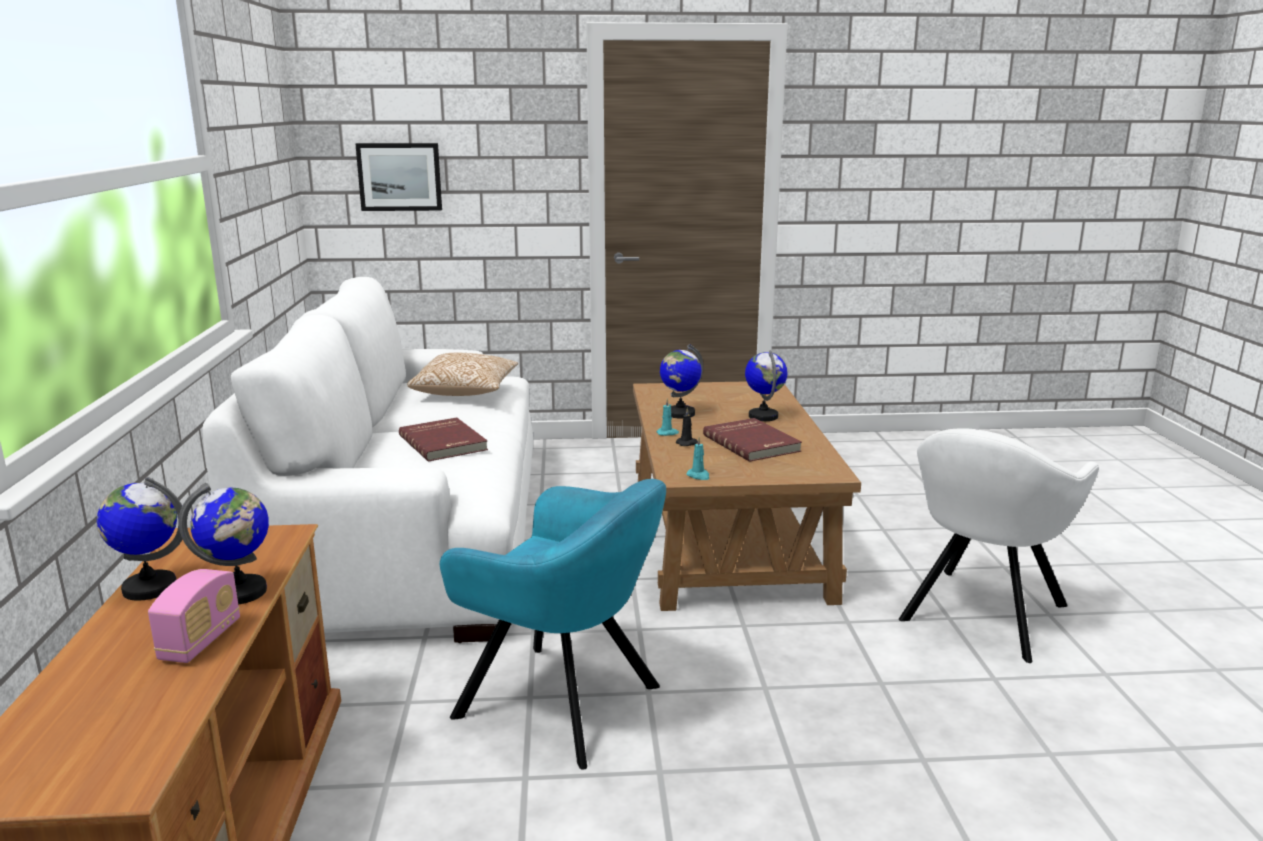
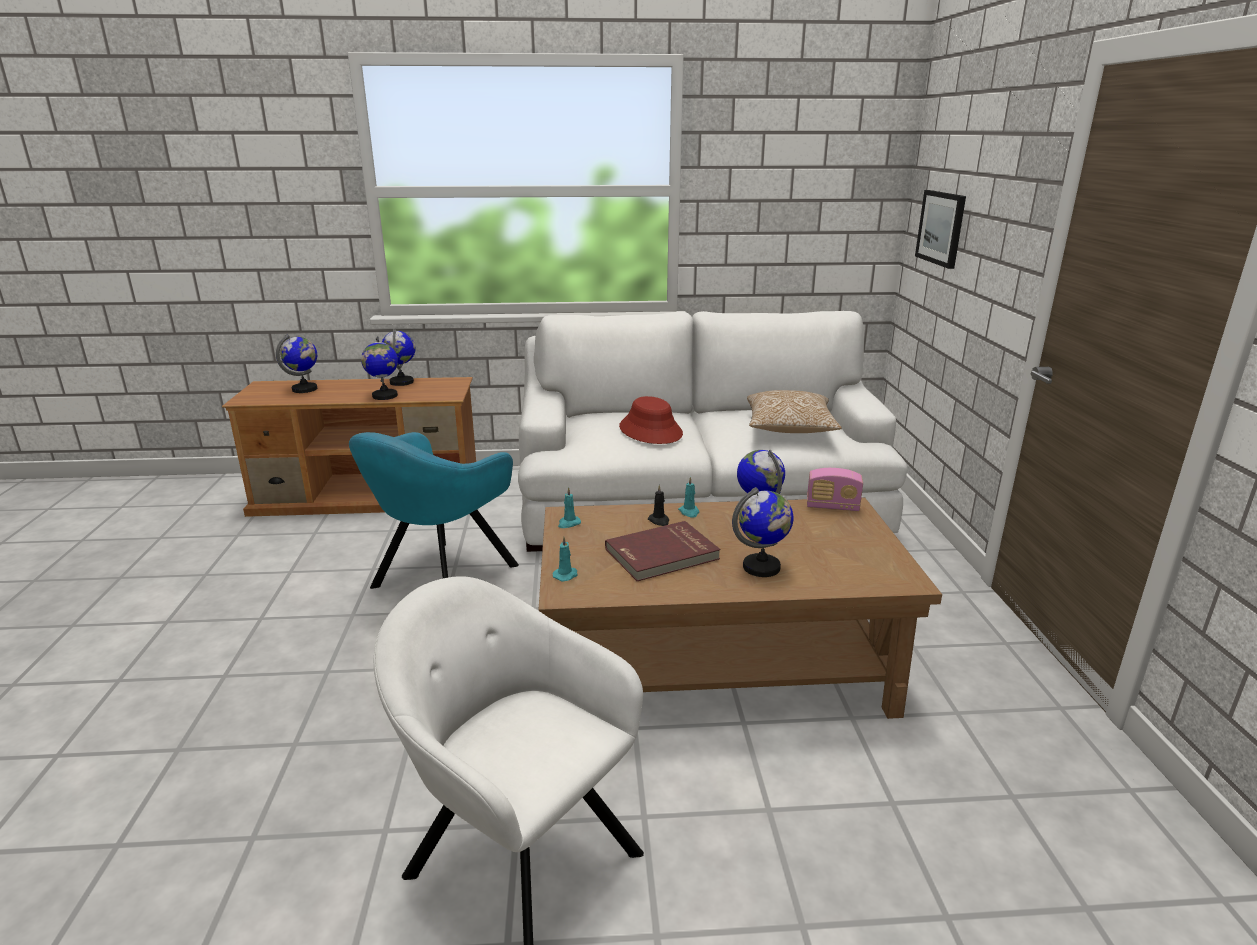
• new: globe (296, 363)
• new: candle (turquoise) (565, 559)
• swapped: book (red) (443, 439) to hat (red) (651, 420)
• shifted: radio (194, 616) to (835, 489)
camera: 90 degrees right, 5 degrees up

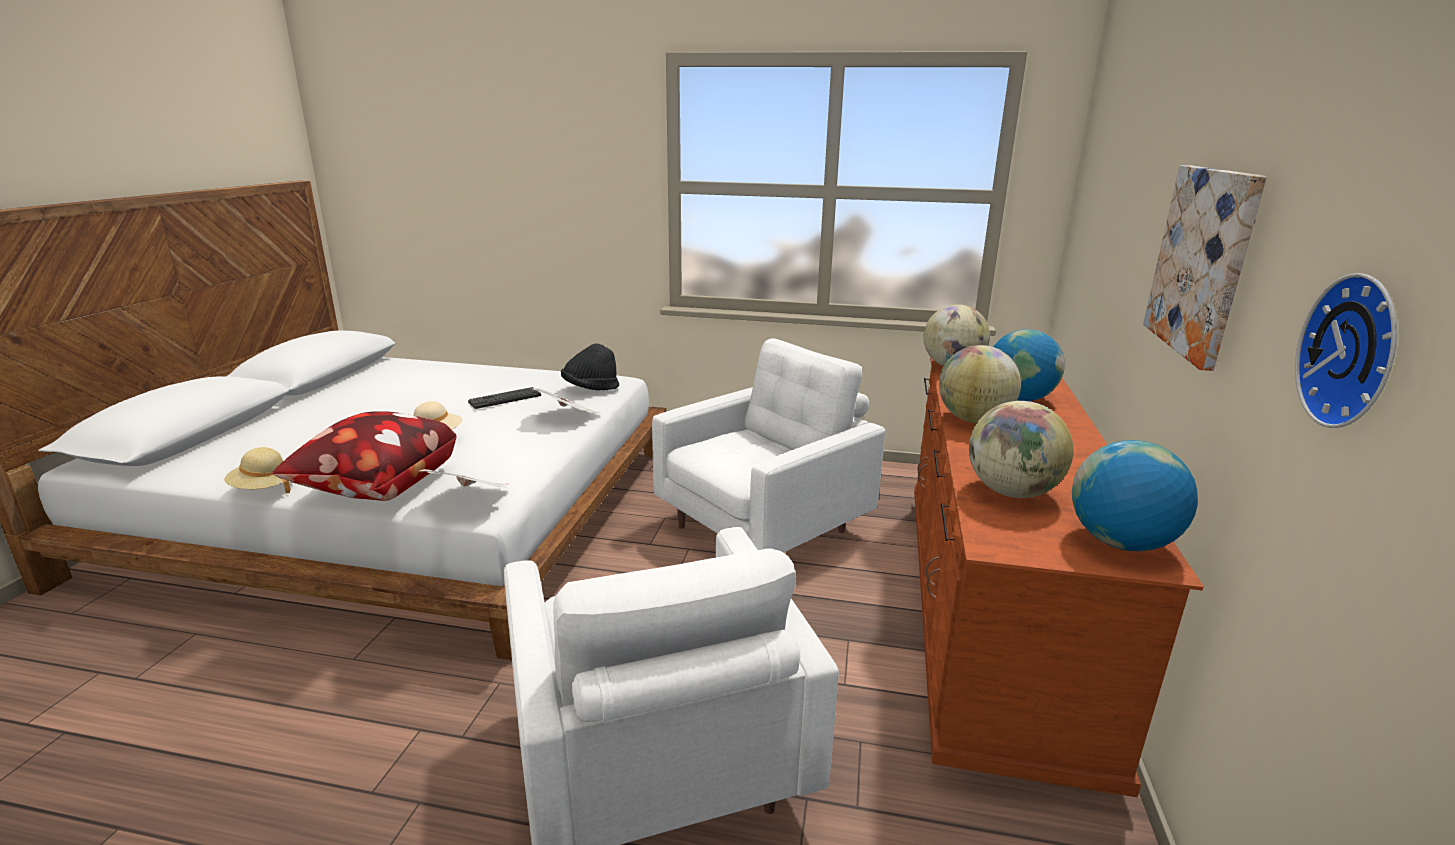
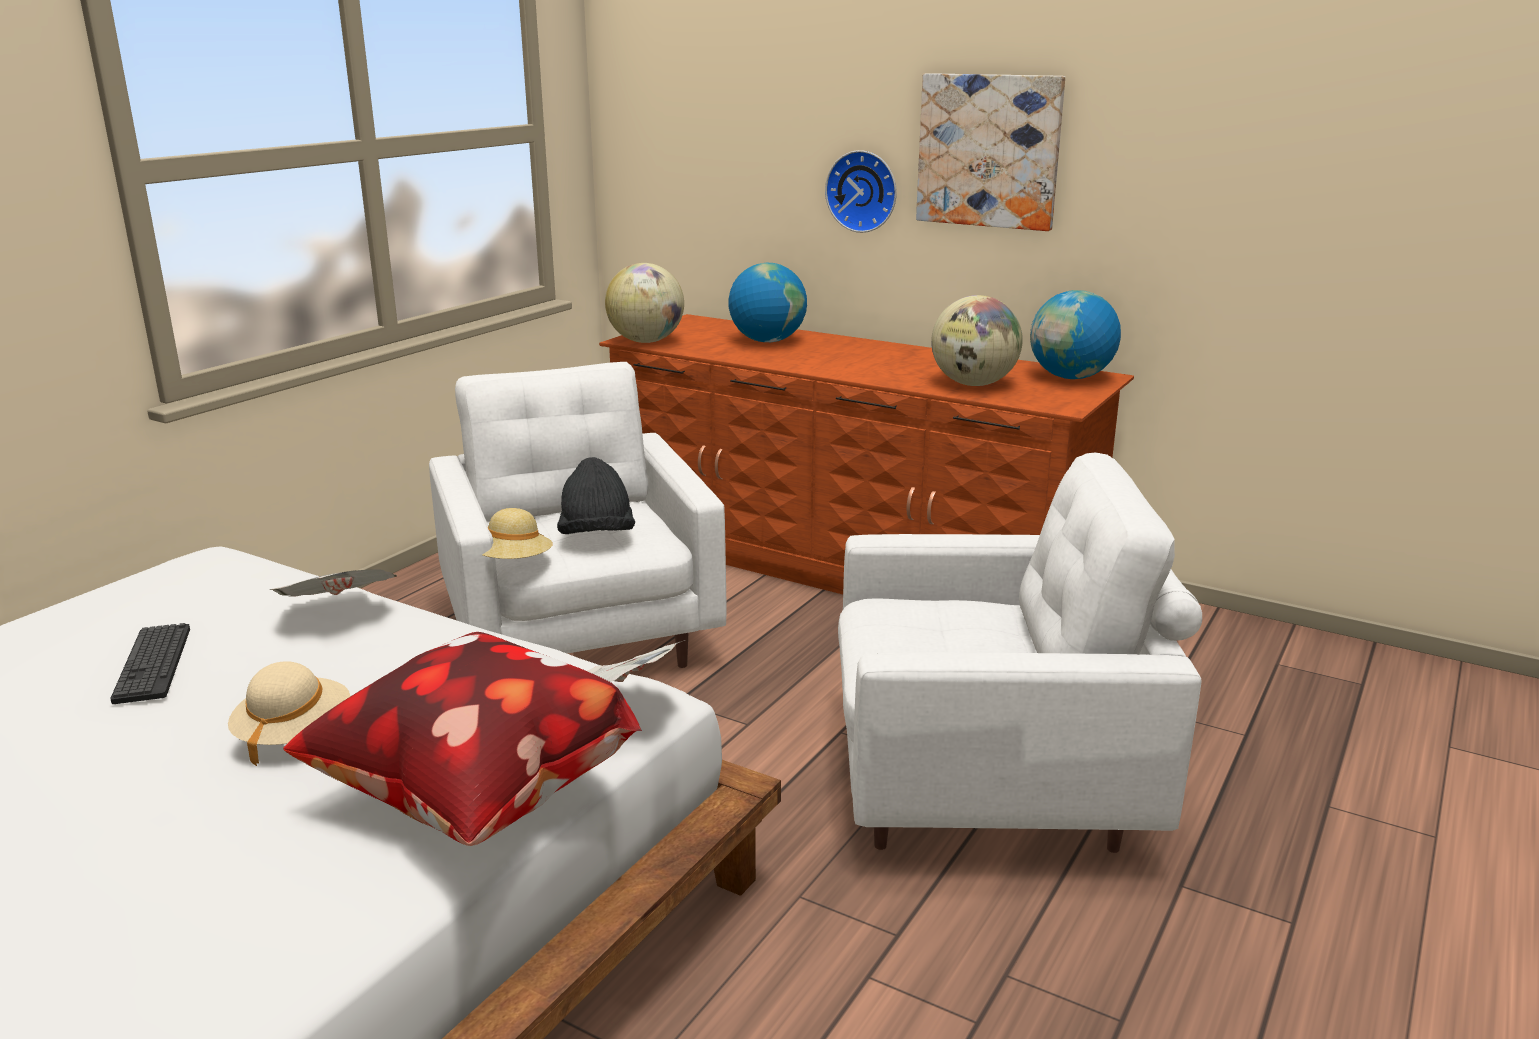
• shifted: hat (beige) (257, 470) to (517, 533)
• shifted: hat (black) (590, 367) to (596, 495)
• shifted: wall clock (1346, 350) to (861, 191)
• gone: globe (980, 384)
camera: 70 degrees left, 0 degrees up

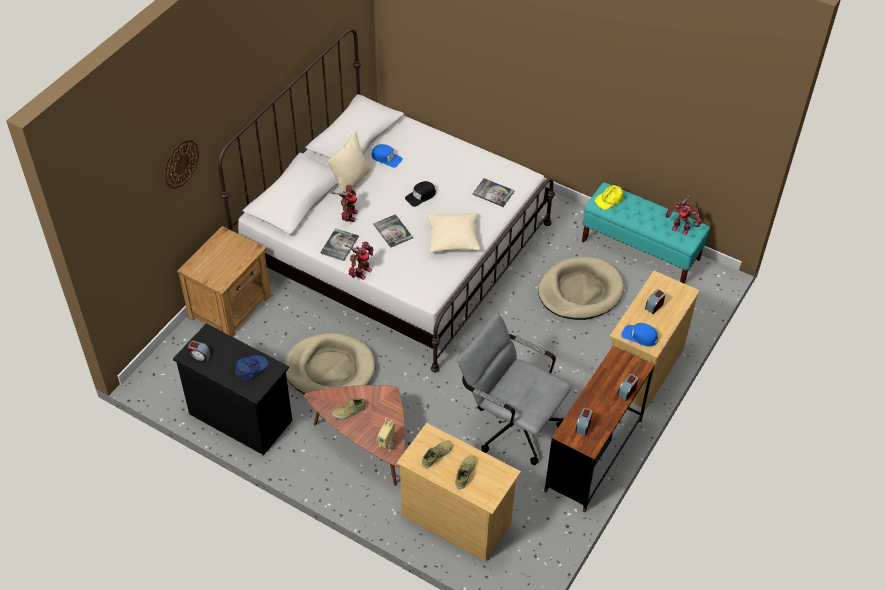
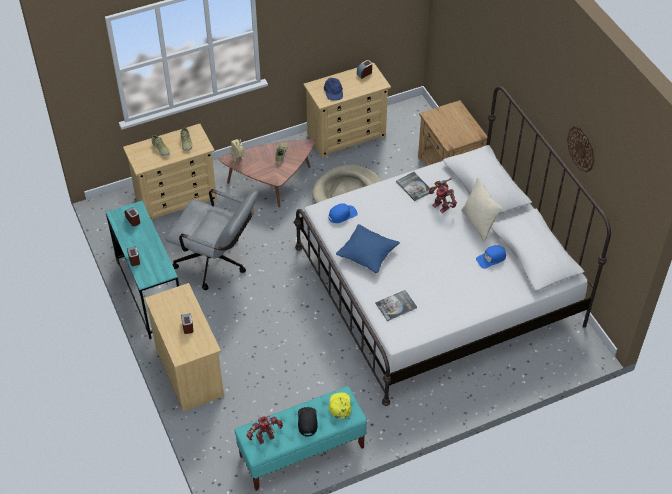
• repainted: desk (brown) (599, 429) to desk (turquoise) (142, 270)
• rotated: office chair (grey) (514, 388) = (211, 239) 45 degrees clockwise
• shifted: cap (black) (420, 194) to (308, 422)
• repainted: dresser (black) (232, 389) to dresser (beige) (347, 110)
• shifted: cap (blue) (640, 335) to (343, 213)
• repainted: pillow (beige) (453, 232) to pillow (blue) (368, 248)
• shifted: wall clock (181, 164) to (581, 149)
• gone: toy robot (359, 261)
• gone: book (393, 231)
• gone: dog bed (beige) (581, 288)
camera: 125 degrees right, 0 degrees up

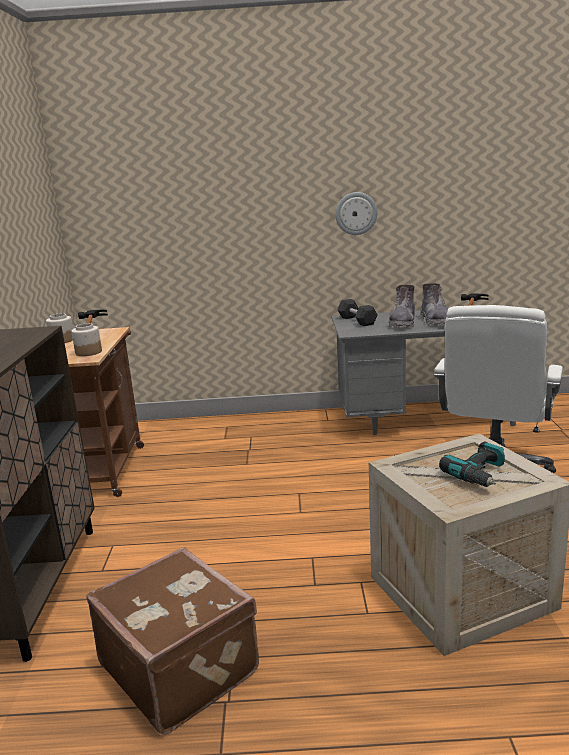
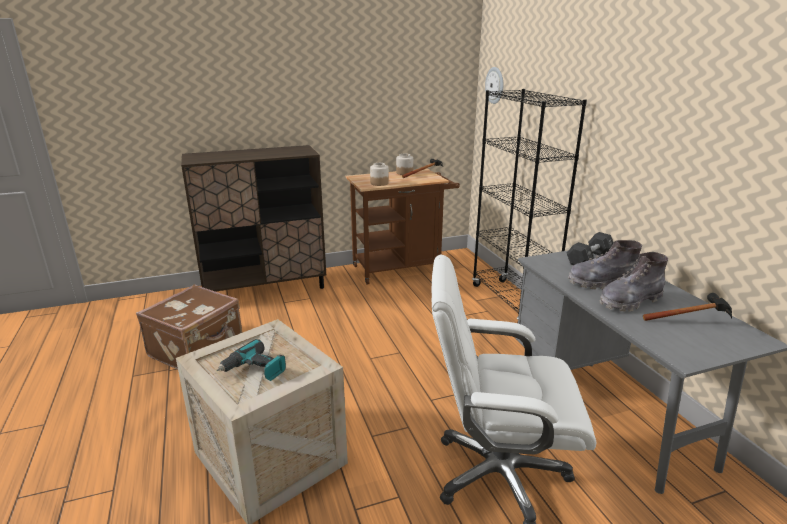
• new: bookcase (black) (529, 204)
• shifted: wall clock (356, 213) to (494, 85)
camera: 70 degrees right, 5 degrees up

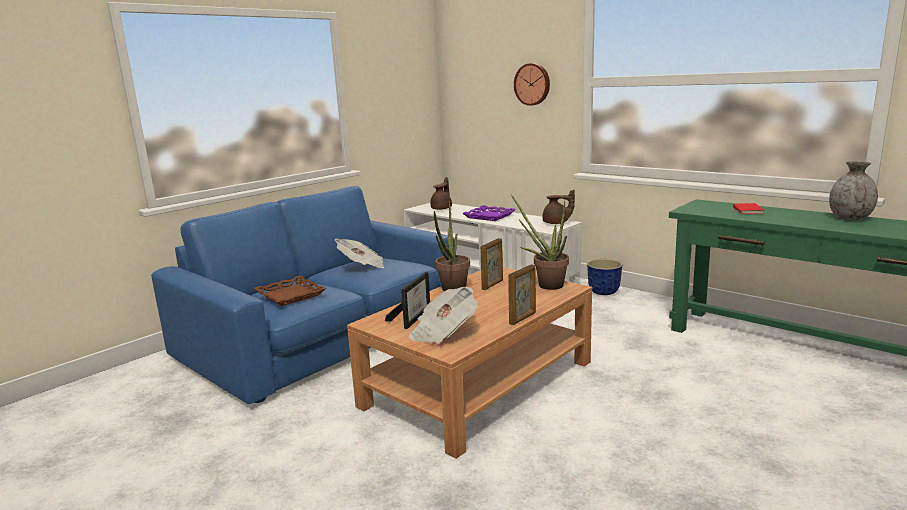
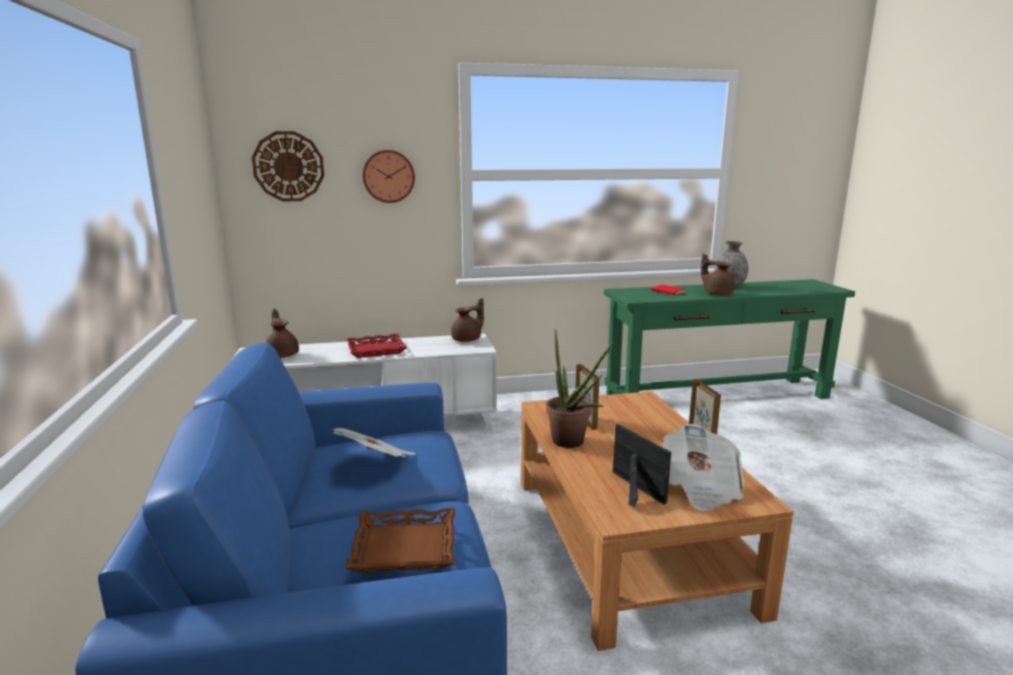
• new: wall clock (288, 166)
• repainted: tray (purple) (489, 213) to tray (red) (376, 346)
• new: teapot (brown) (718, 274)
• gone: potted plant (540, 242)
• gone: planter (604, 277)
camera: 55 degrees left, 0 degrees up

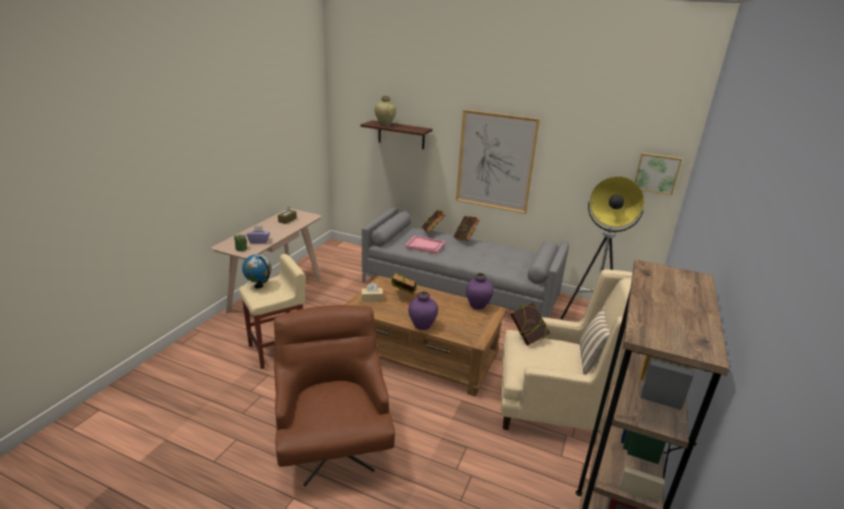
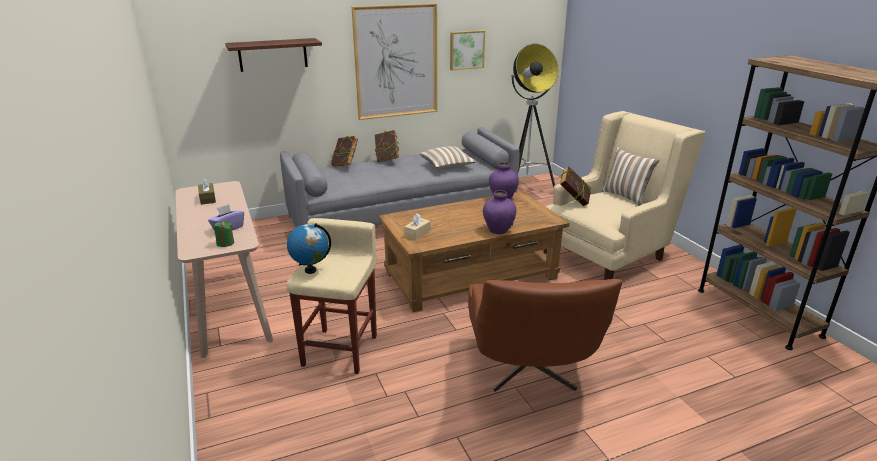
• new: pillow (448, 157)
• shifted: picture (658, 174) to (467, 50)
• rotated: armchair (brown) (334, 396) = (545, 335) 120 degrees counterclockwise
• gone: vase (beige) (385, 111)
• gone: book (404, 283)
• gone: tray (pink) (425, 245)
camera: 45 degrees left, 0 degrees up

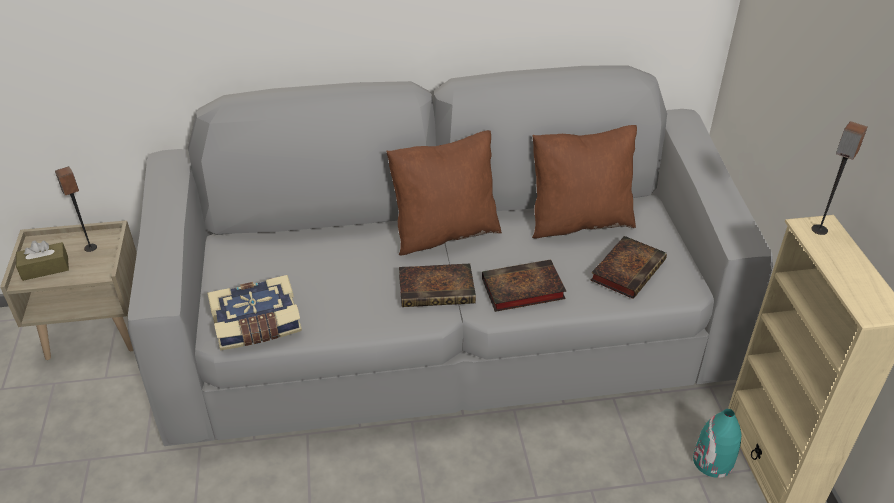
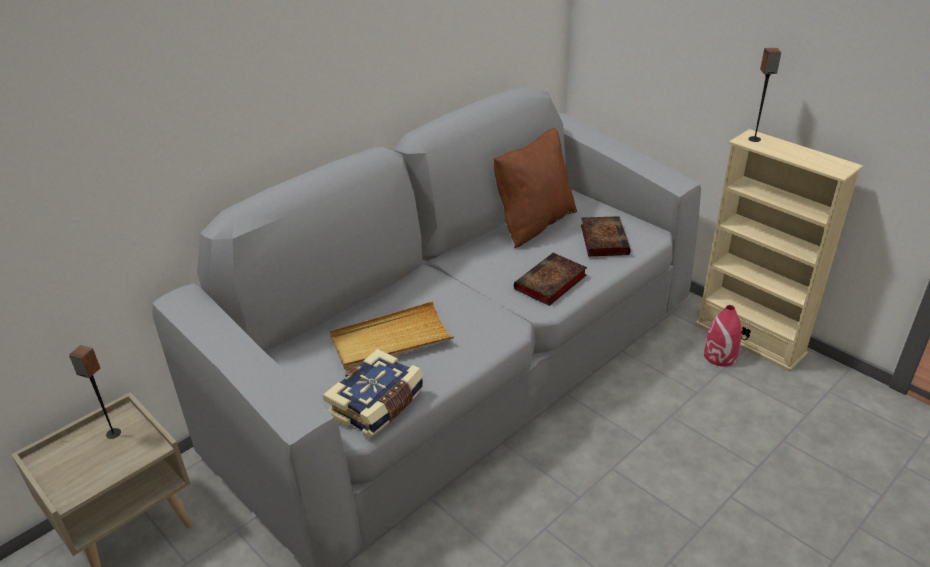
• new: tray (beige) (392, 335)
• repainted: vase (turquoise) (717, 443) to vase (red) (723, 336)
• gone: tissue box (brown) (42, 261)
• gone: pillow (brown) (444, 192)
• gone: book (437, 285)
camera: 35 degrees left, 5 degrees down

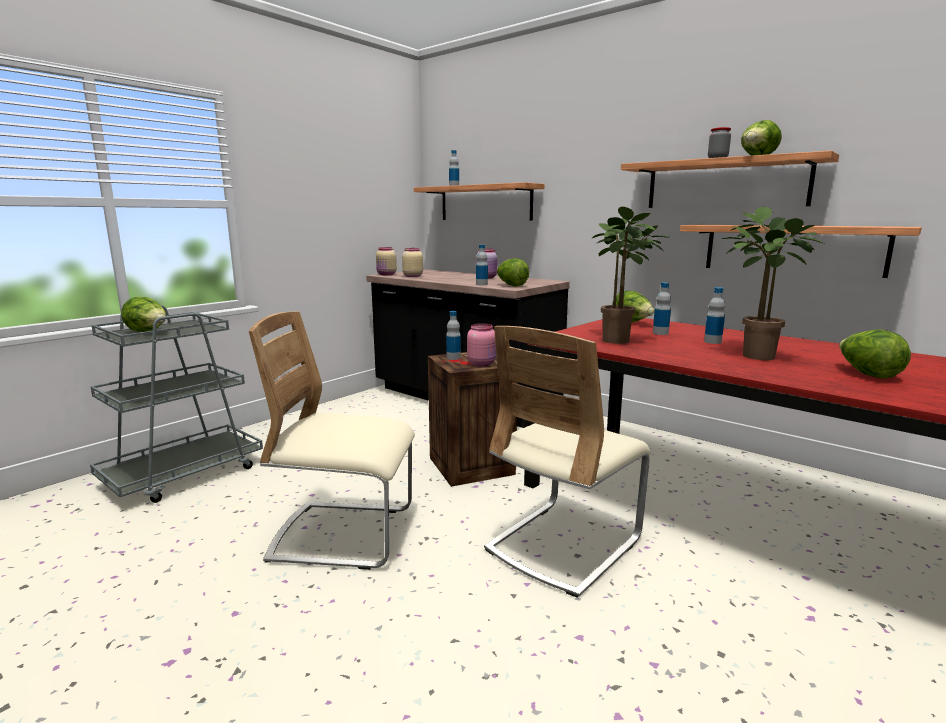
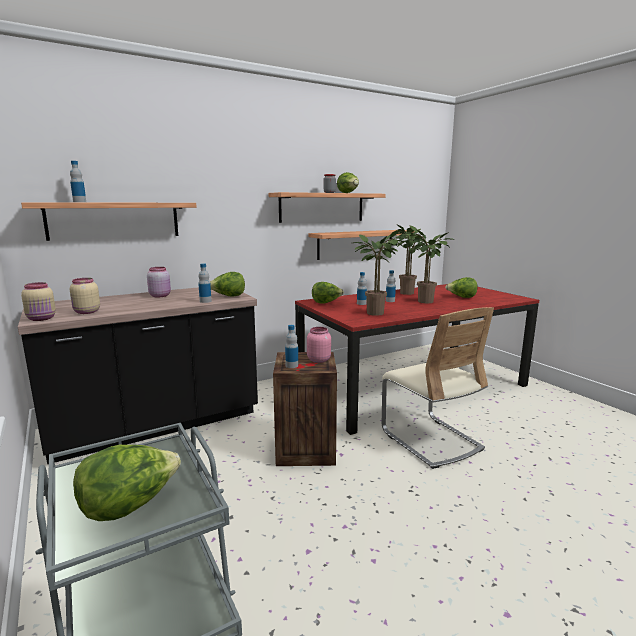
• new: potted plant (411, 259)
• gone: chair (beige) (332, 440)
camera: 70 degrees left, 0 degrees up

